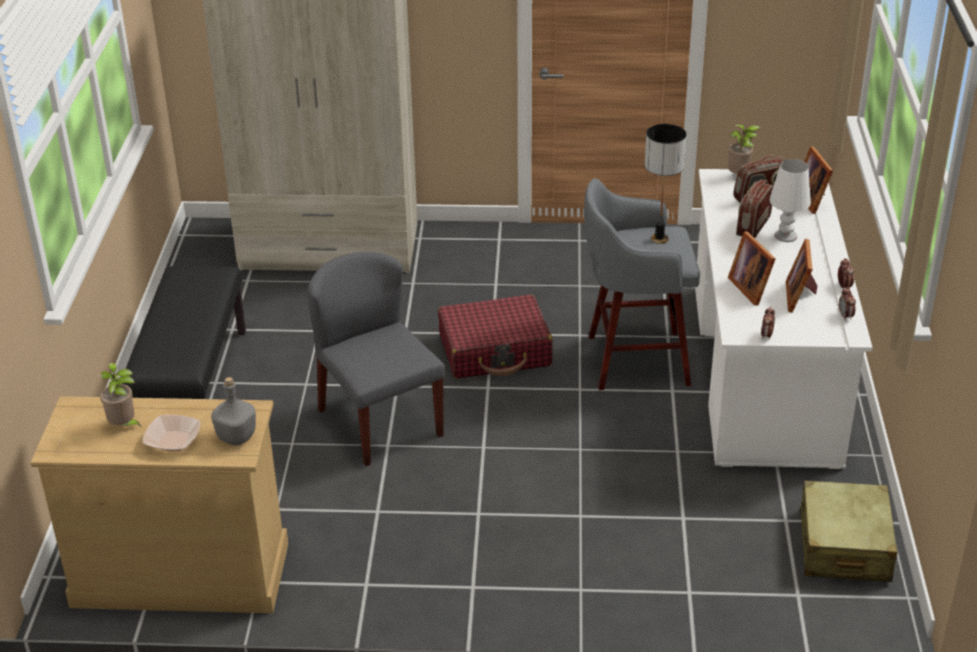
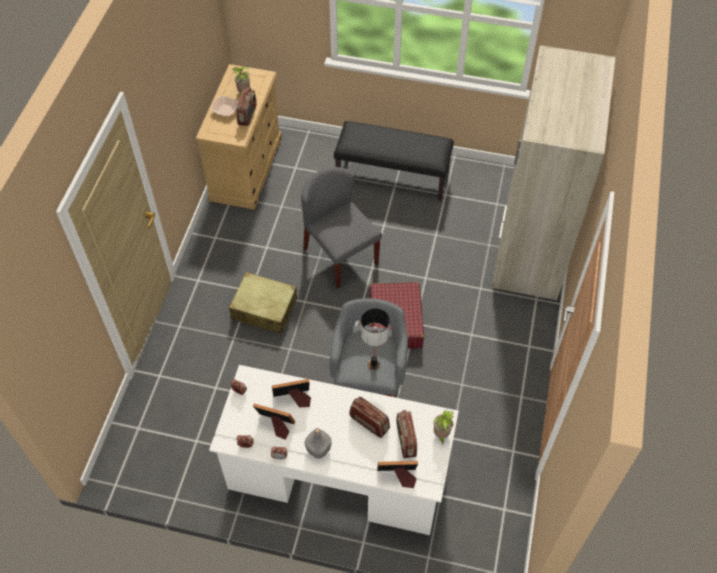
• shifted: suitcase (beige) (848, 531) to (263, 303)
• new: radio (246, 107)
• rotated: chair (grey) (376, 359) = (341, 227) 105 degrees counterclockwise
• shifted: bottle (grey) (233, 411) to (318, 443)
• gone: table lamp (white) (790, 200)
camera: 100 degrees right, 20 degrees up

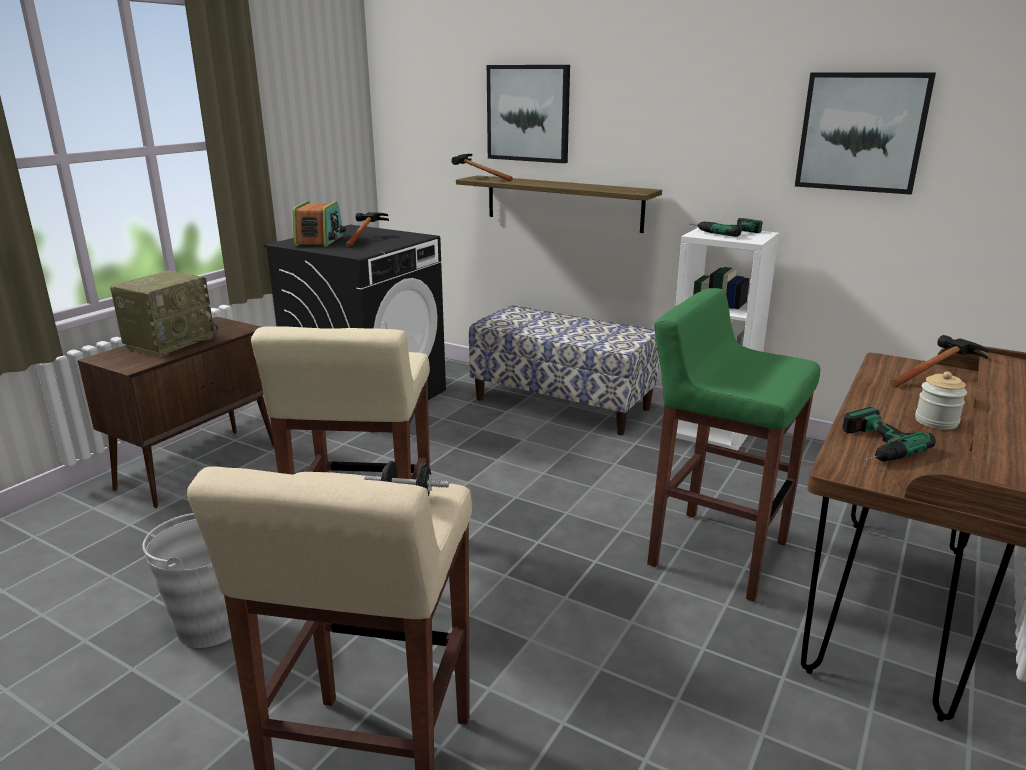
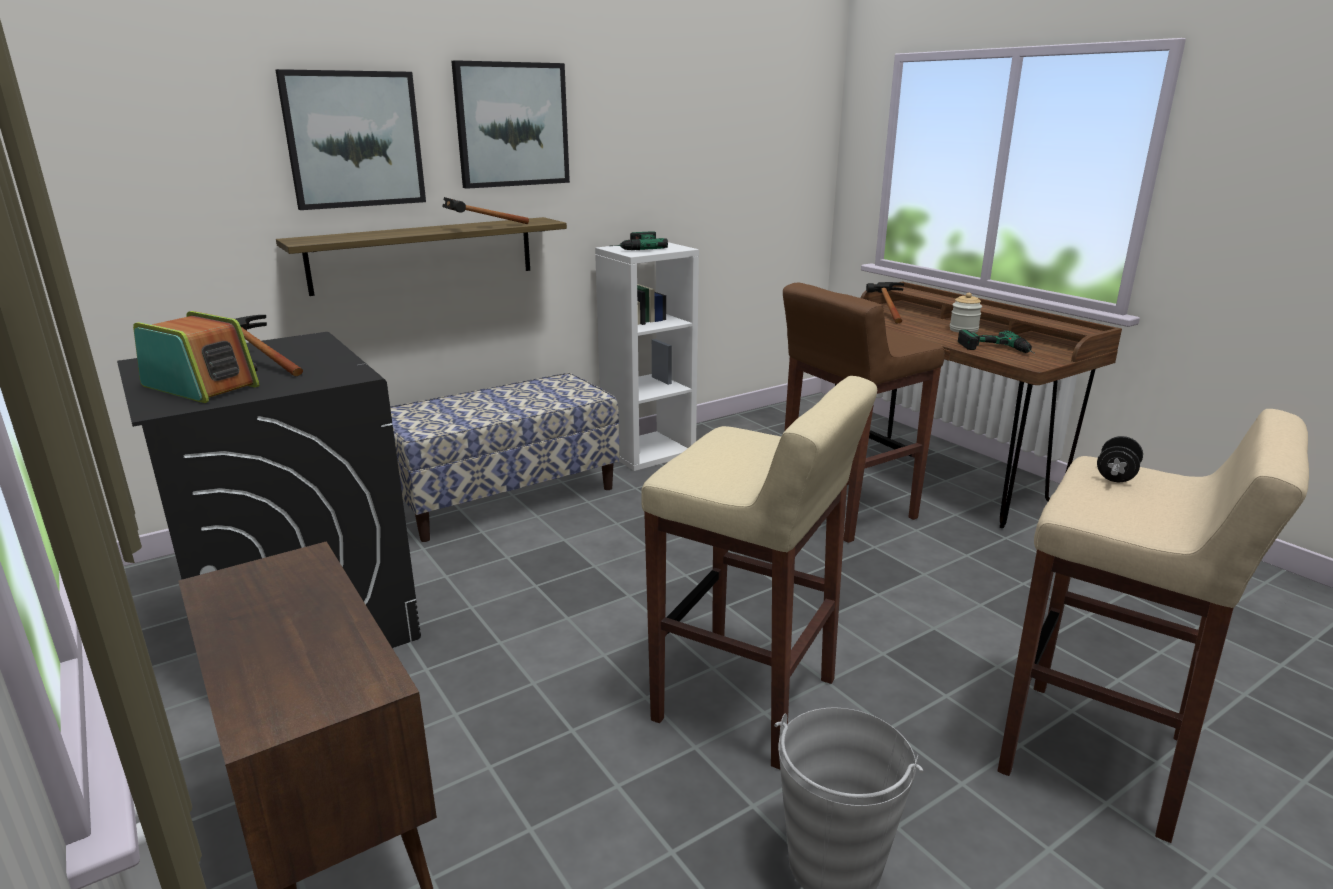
• shifted: hammer (482, 167) to (485, 210)
• shifted: picture (865, 134) to (510, 124)
• repainted: stool (green) (733, 445) to stool (brown) (864, 412)
• gone: radio (164, 314)
camera: 65 degrees left, 0 degrees up

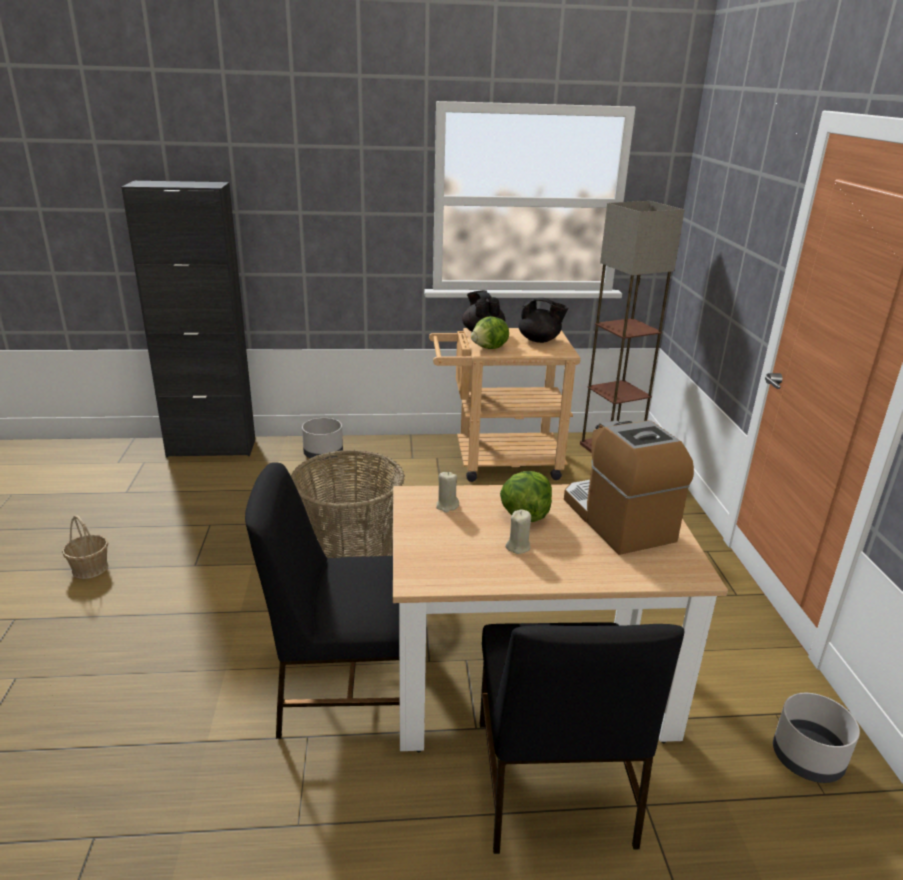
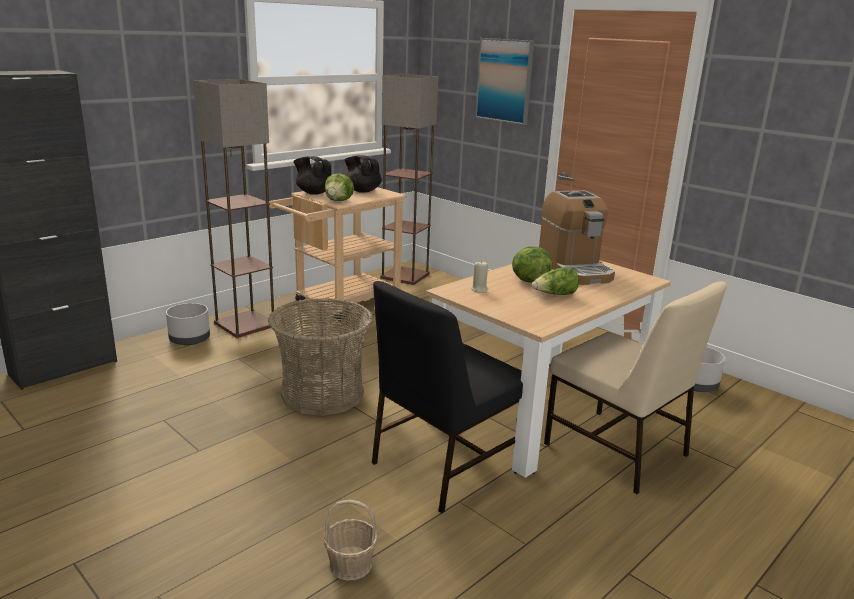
• new: floor lamp (235, 208)
• shifted: basket (85, 547) to (351, 540)
• rotated: teapot (black) (543, 320) = (363, 174) 120 degrees counterclockwise
• new: picture (504, 81)
• swapped: candle (beige) (518, 531) to lettuce (555, 281)
• rotated: coffee machine (629, 487) = (577, 237) 135 degrees counterclockwise
• repainted: chair (black) (582, 738) to chair (beige) (635, 387)
camera: 40 degrees left, 5 degrees down

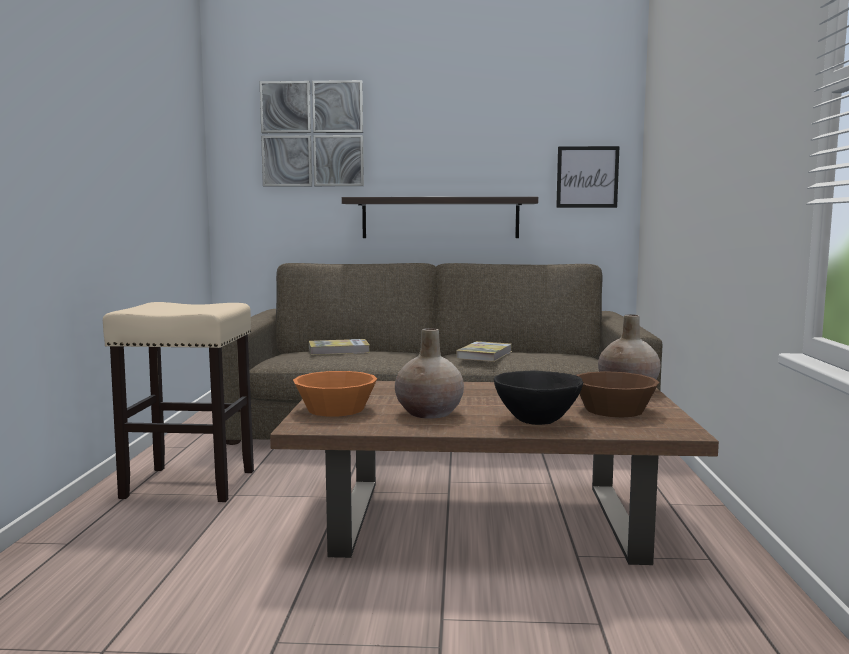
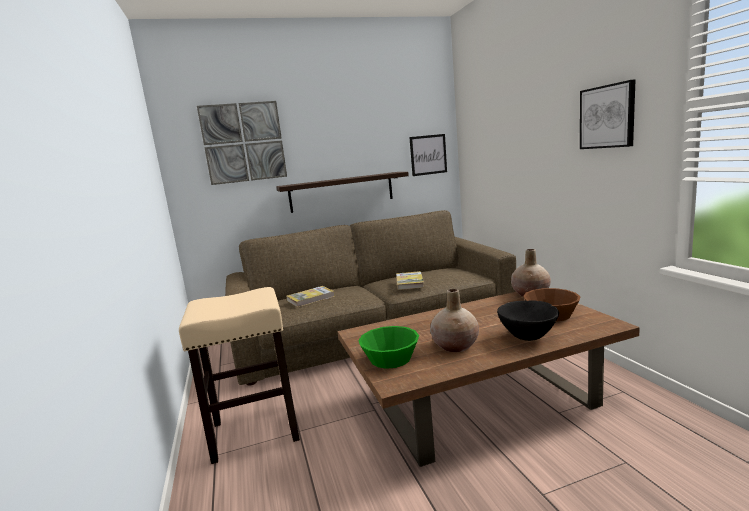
• repainted: bowl (orange) (335, 394) to bowl (green) (388, 347)
• new: picture (608, 114)
camera: 20 degrees left, 5 degrees up

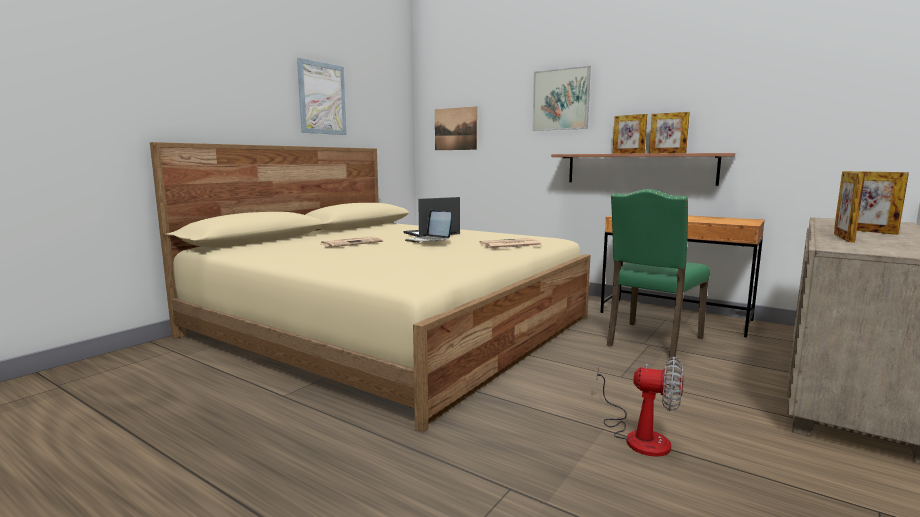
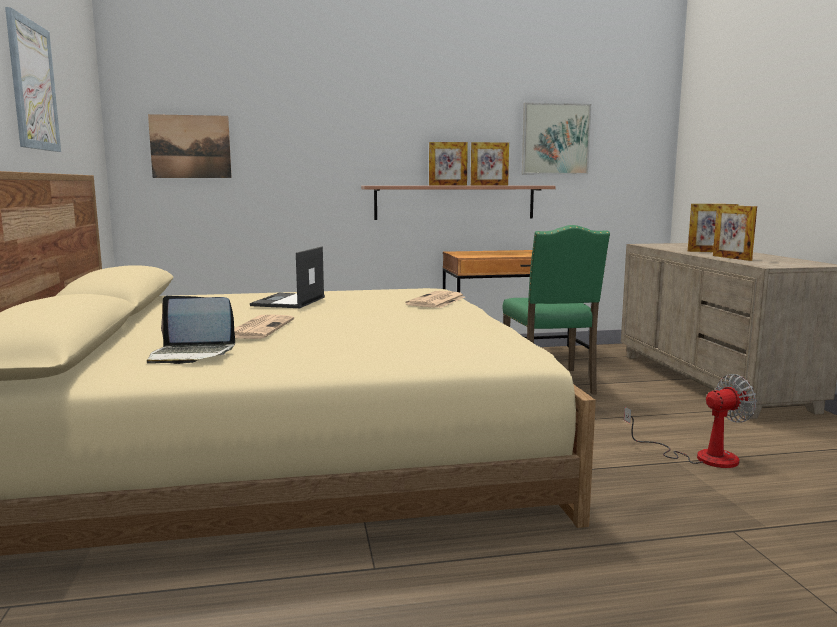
• shifted: laptop (428, 226) to (191, 330)
• shifted: picture (561, 98) to (556, 138)
camera: 45 degrees left, 0 degrees up

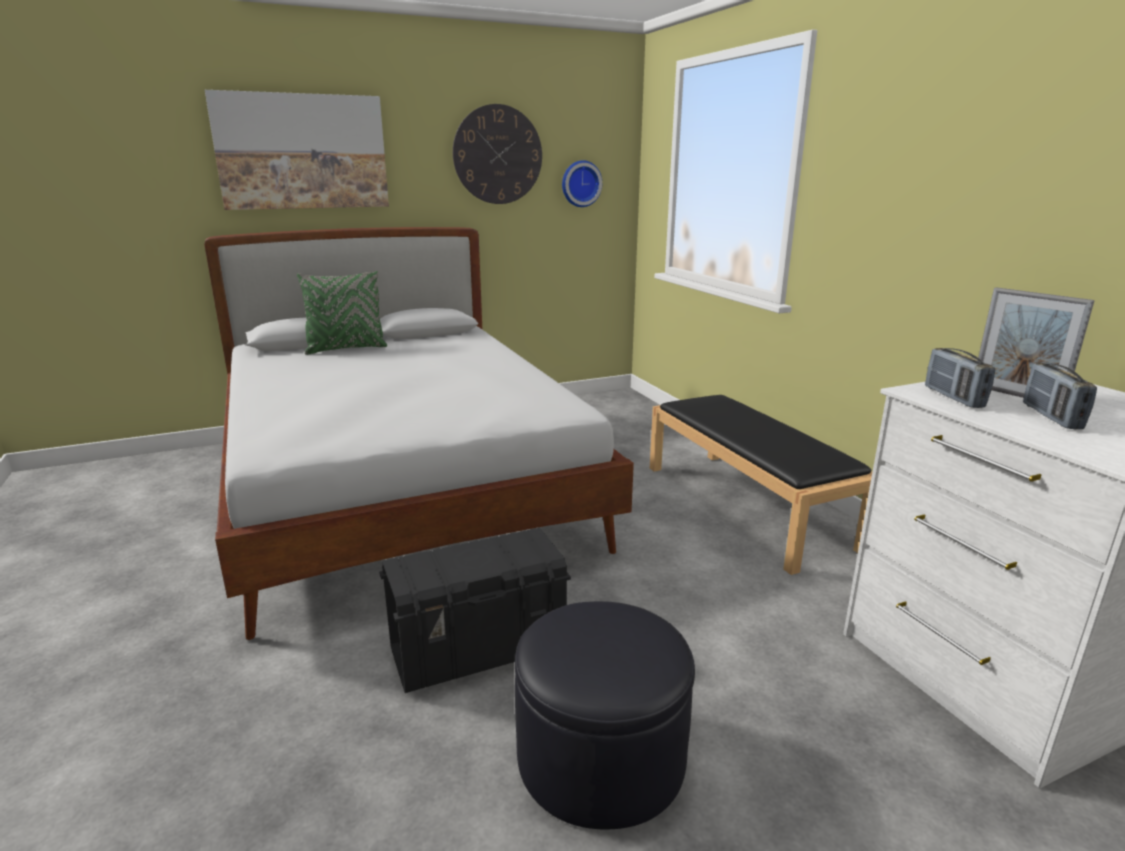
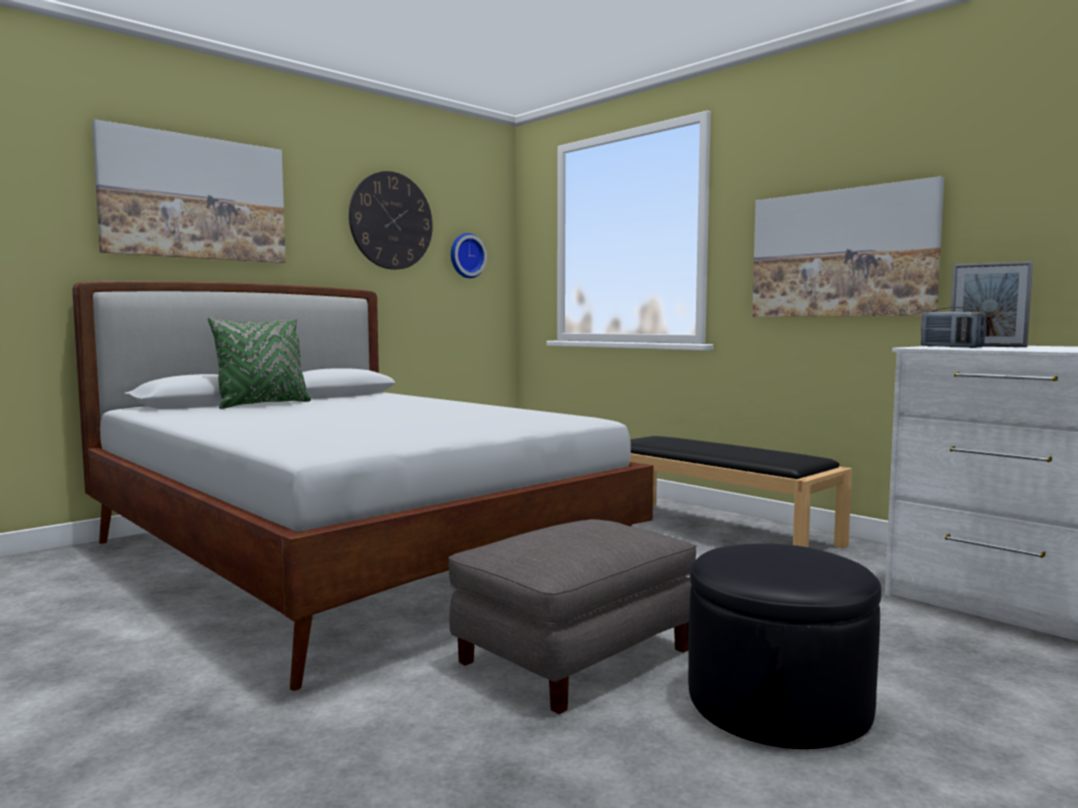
• swapped: storage box (black) (475, 610) to ottoman (grey) (572, 616)
• new: picture (848, 246)
• gone: radio (1060, 396)
camera: 20 degrees left, 15 degrees down

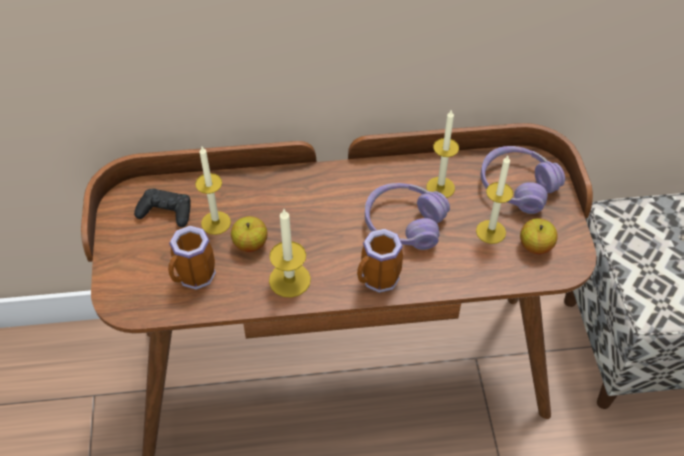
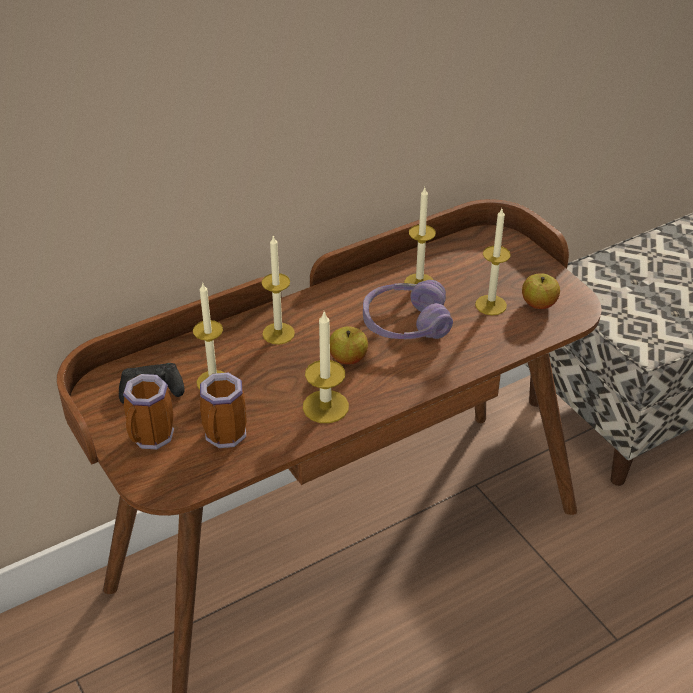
• shifted: mug (380, 261) to (148, 412)
• new: candle (278, 289)
• shifted: apple (249, 234) to (349, 345)
• gone: headphones (purple) (523, 180)
camera: 25 degrees left, 10 degrees down

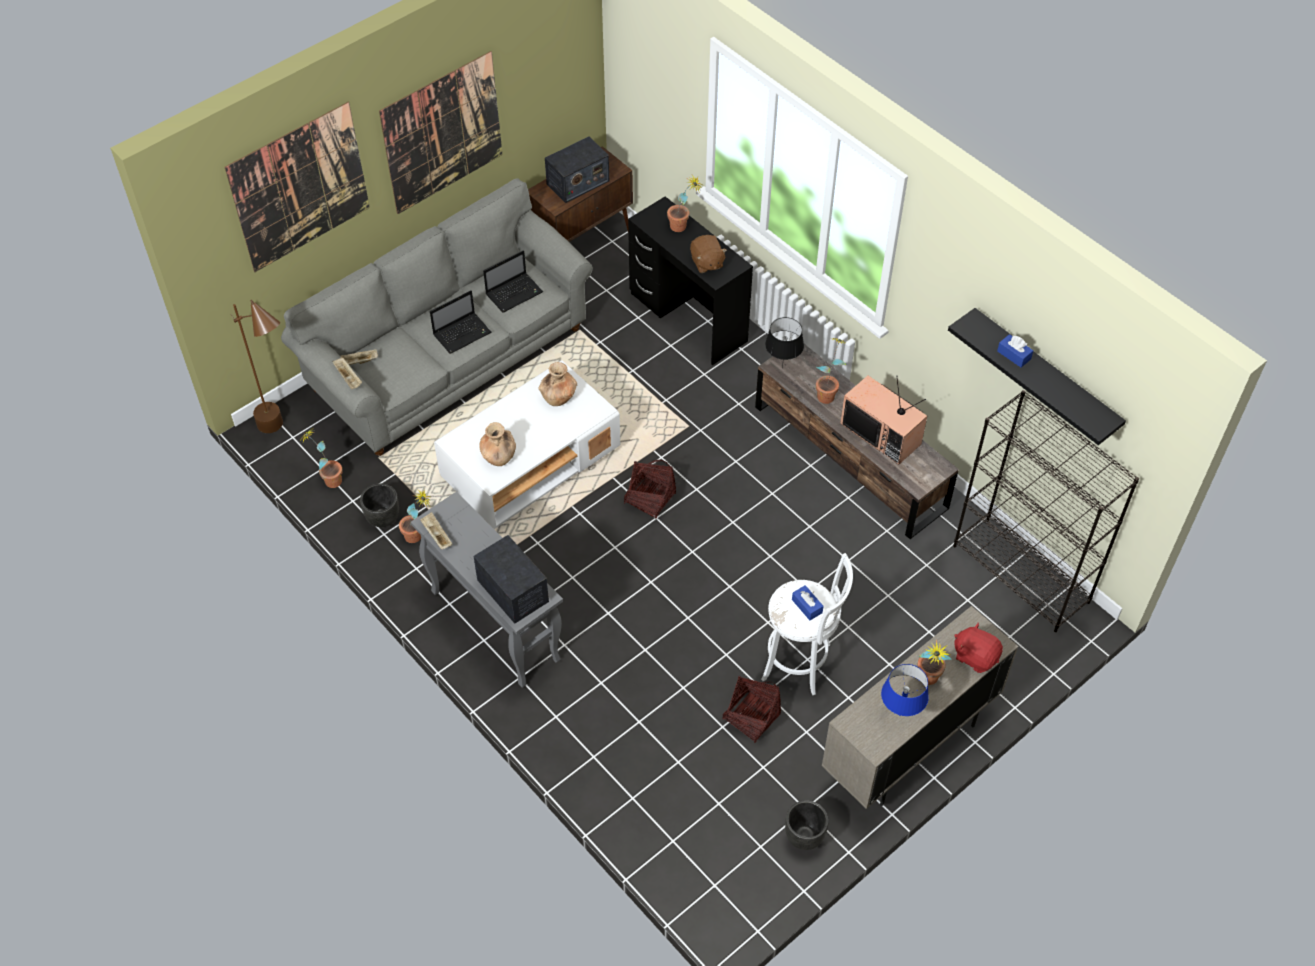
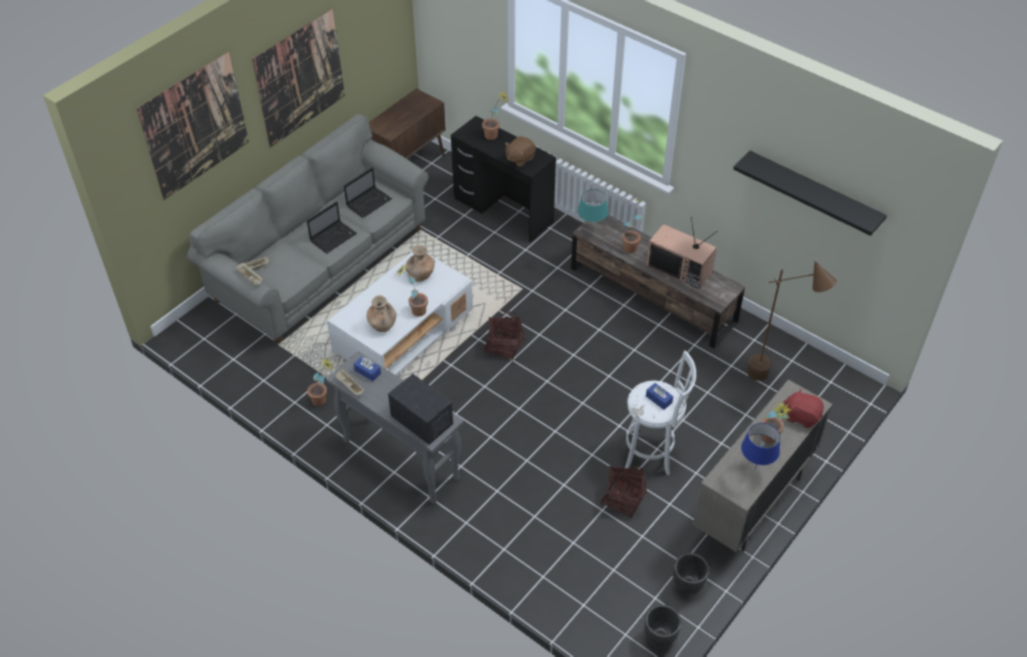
• shifted: tissue box (blue) (1015, 350) to (367, 368)
• shifted: potted plant (321, 458) to (411, 290)
• rotated: plush toy (brown) (708, 254) = (520, 151) 75 degrees clockwise
• repainted: table lamp (black) (784, 342) to table lamp (turquoise) (593, 210)
• shifted: planter (black) (379, 505) to (662, 626)
• shifted: floor lamp (brown) (257, 366) to (792, 321)
• gone: radio (577, 170)
• gone: bookcase (black) (1046, 511)
camera: 10 degrees left, 5 degrees down

